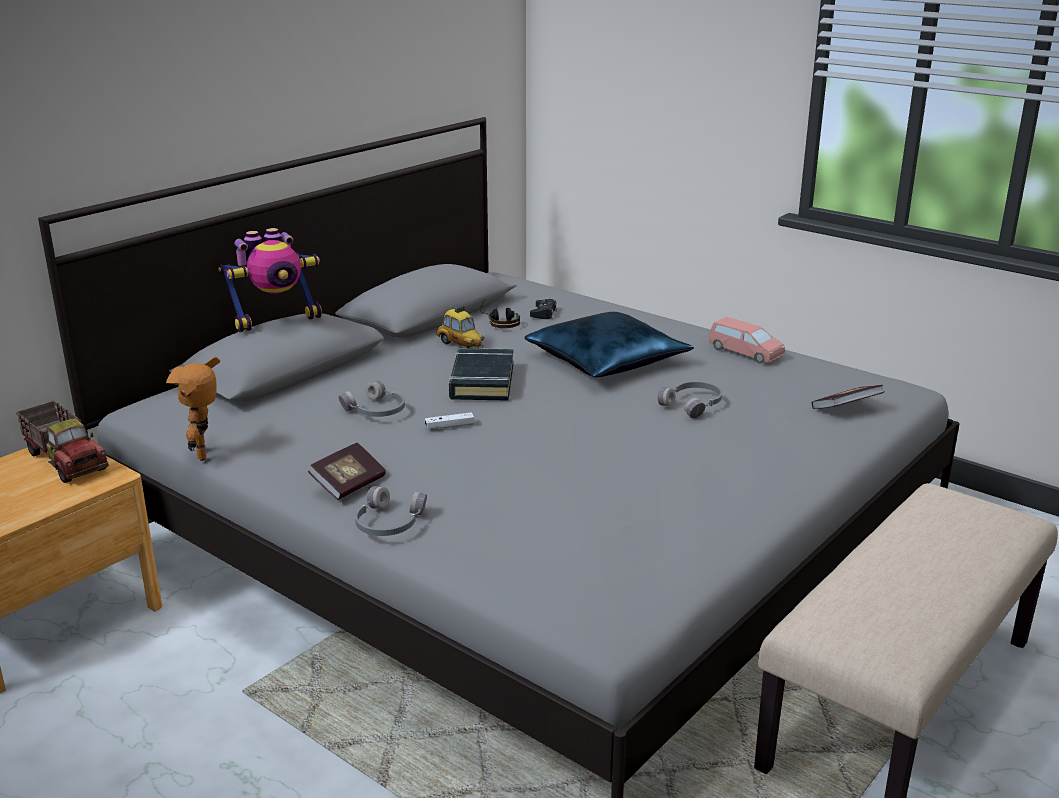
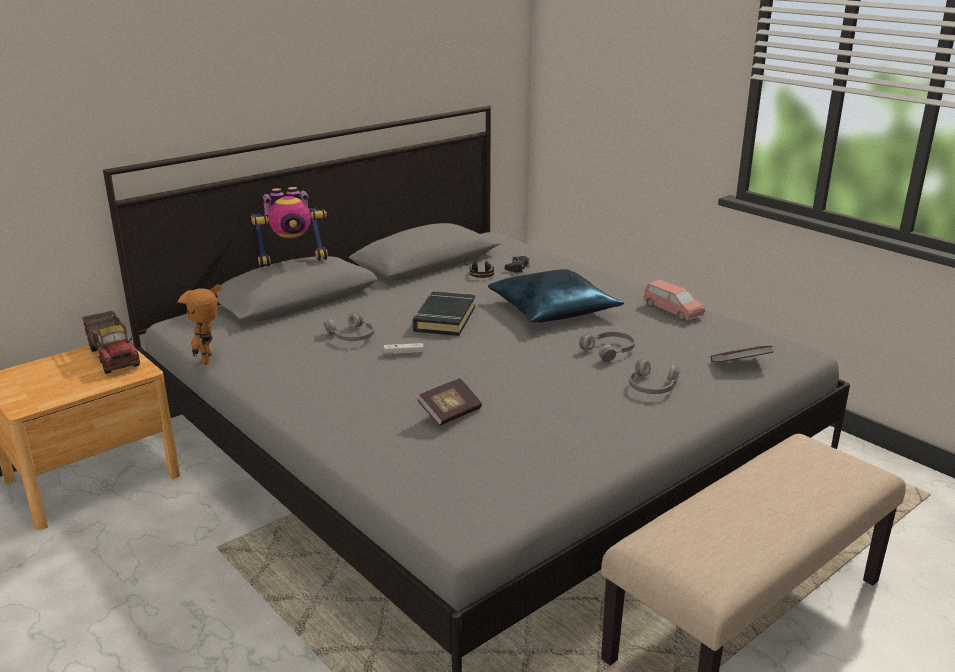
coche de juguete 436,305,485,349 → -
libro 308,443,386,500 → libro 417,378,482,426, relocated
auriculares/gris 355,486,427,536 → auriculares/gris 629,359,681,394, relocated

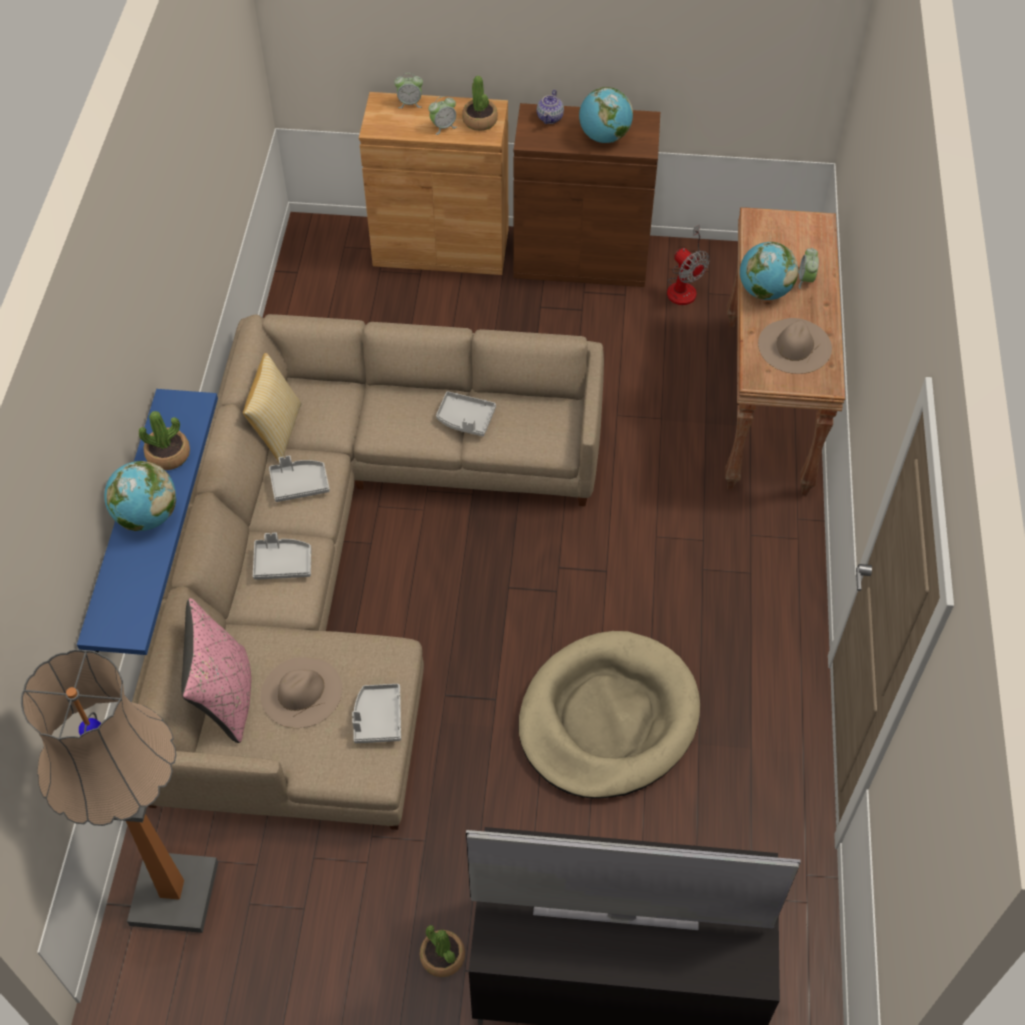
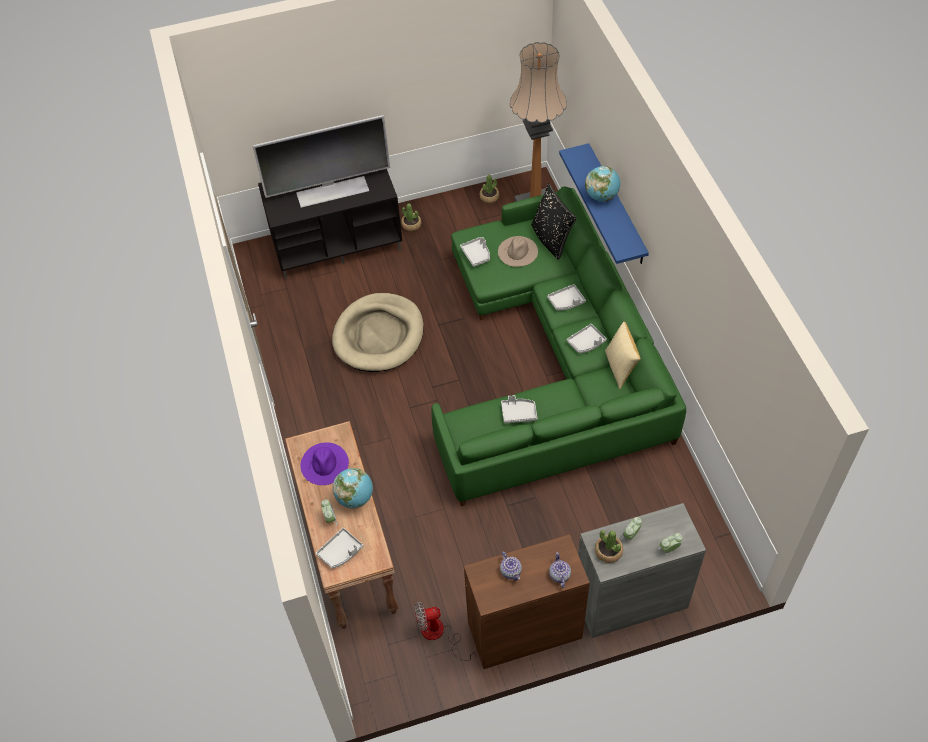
globo terráqueo 579,87,633,143 → tetera 500,552,522,581
armario/marrón 359,92,508,275 → armario/gris 578,503,706,638
ventilador 667,224,710,305 → ventilador 414,602,476,661, 45 degrees counterclockwise
sofá/beis 132,314,604,830 → sofá/verde 431,187,686,506
sombrero/beis 758,318,832,374 → sombrero/morado 300,442,349,485
planta en maceta 139,411,190,470 → planta en maceta 480,175,499,203, relocated
cojín/rosa 181,598,251,743 → cojín/negro 531,183,577,260
- → bandeja/gris 316,528,363,569

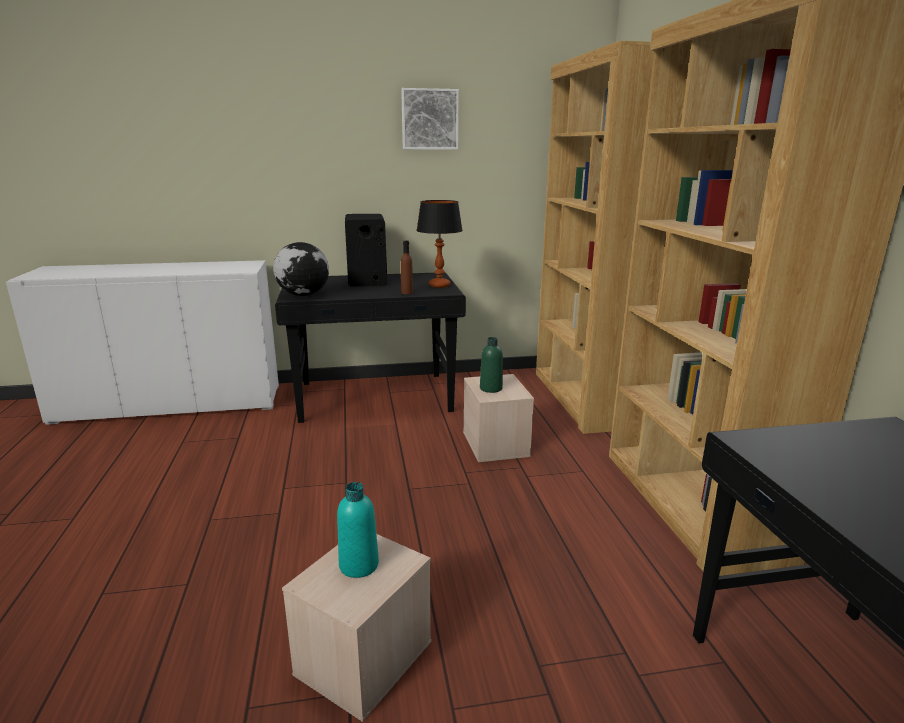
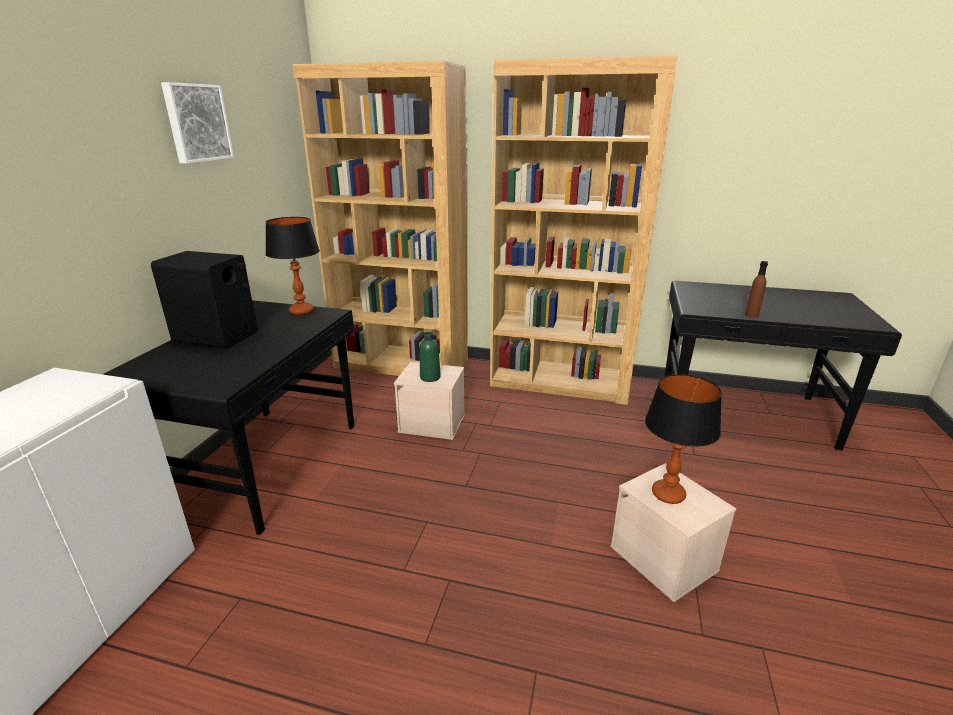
botella/marrón 401,241,413,294 → botella/marrón 745,261,768,318, relocated
globo terráqueo 273,242,329,296 → -
botella/turquesa 337,482,379,578 → lámpara de mesa 645,374,722,504

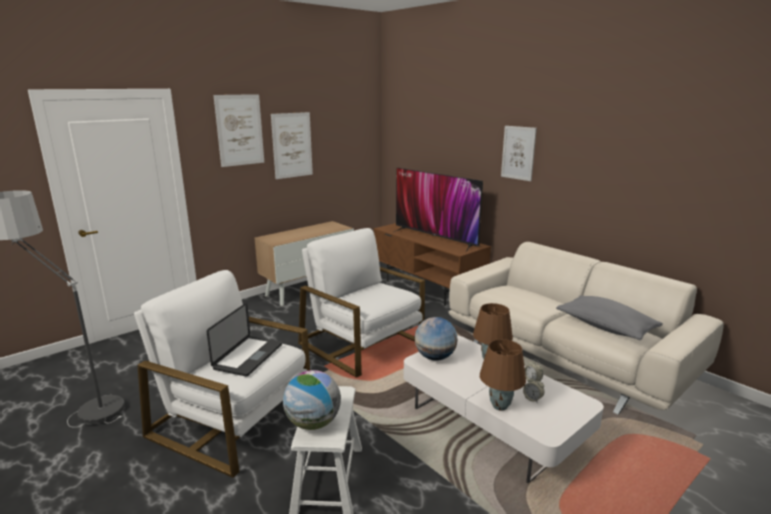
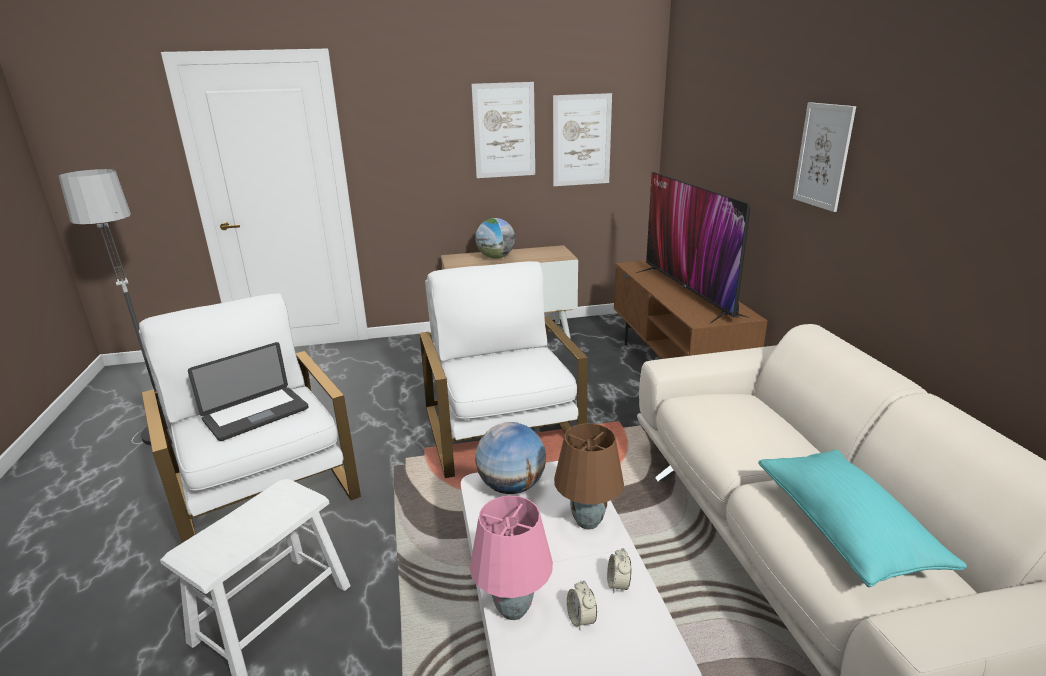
cuadro 214,94,264,167 → cuadro 553,93,612,186, relocated
cojín/gris 556,295,663,340 → cojín/turquesa 758,450,967,587
lámpara de mesa/marrón 480,339,526,411 → lámpara de mesa/rosa 470,496,553,620
globo terráqueo 283,370,341,430 → globo terráqueo 475,218,515,259, relocated

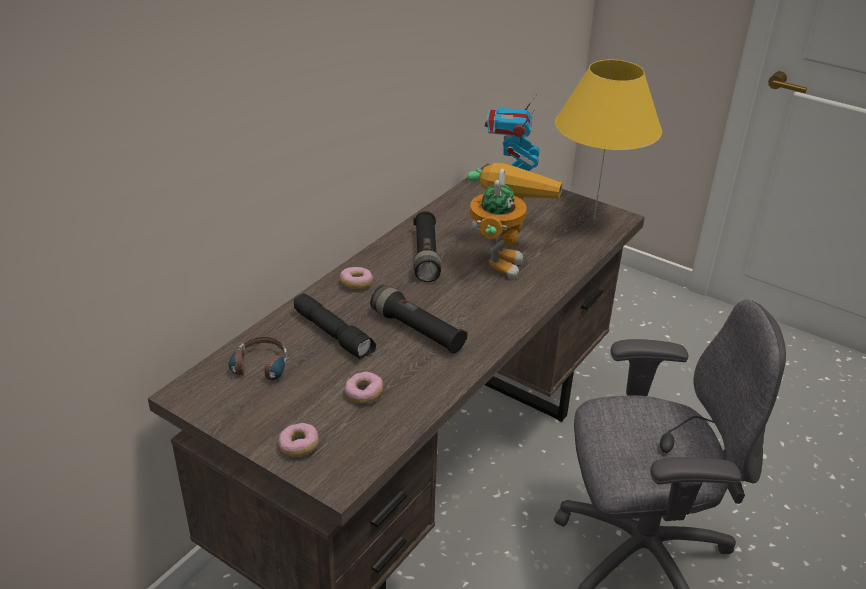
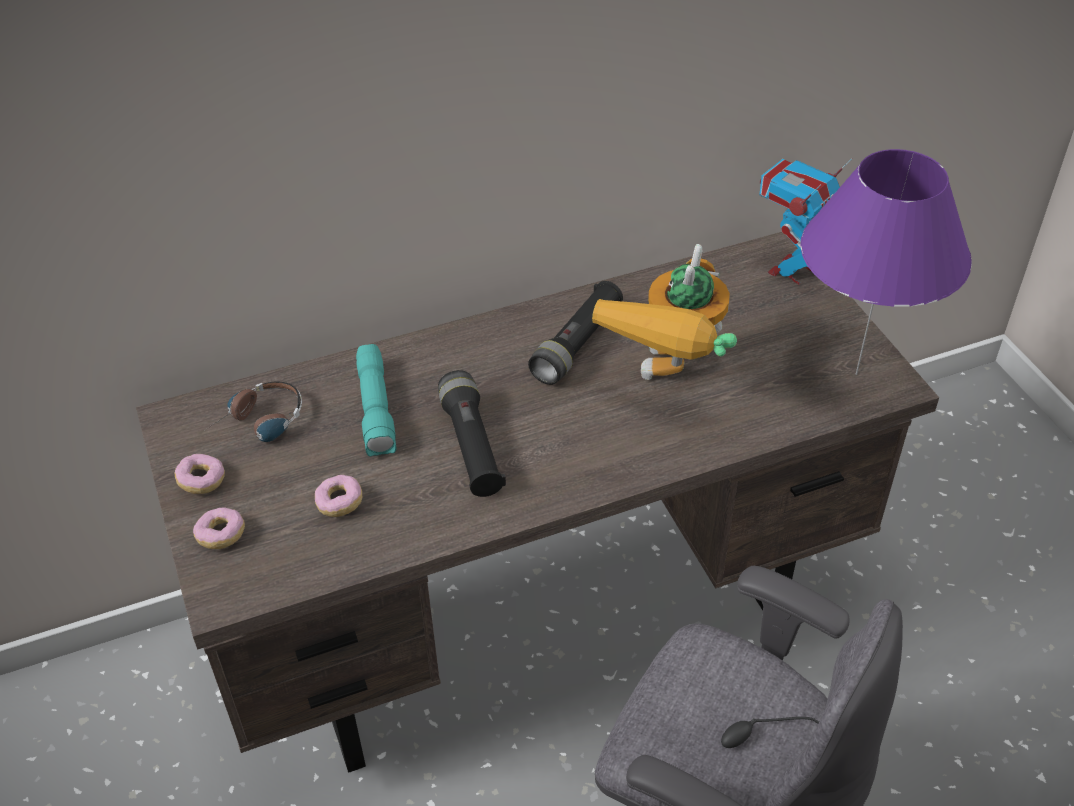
lámpara de mesa/amarillo 555,60,662,220 → lámpara de mesa/morado 800,149,972,375
robot de juguete 467,163,563,280 → robot de juguete 592,244,737,380, 150 degrees clockwise
rosquilla 340,267,373,289 → rosquilla 175,454,225,494, relocated
linterna/negro 294,293,376,359 → linterna/turquesa 356,344,396,457

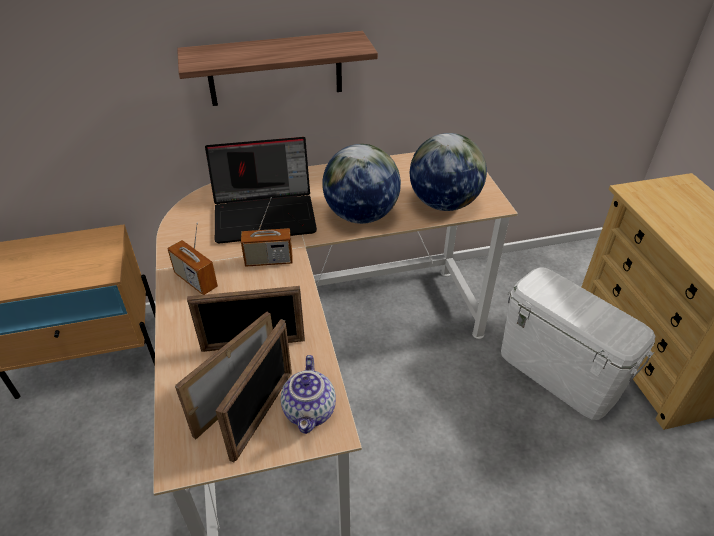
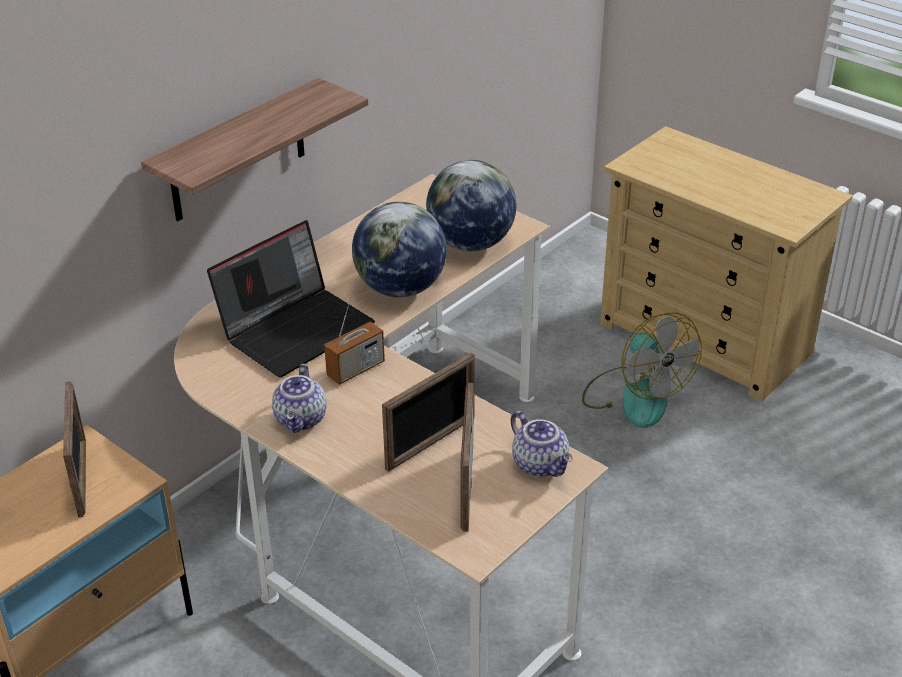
radio 167,223,218,295 → tetera 272,364,327,433
caja de almacenaje/blanco 501,268,656,420 → ventilador 582,313,702,428
portarretratos 215,319,292,462 → portarretratos 63,381,86,518, relocated

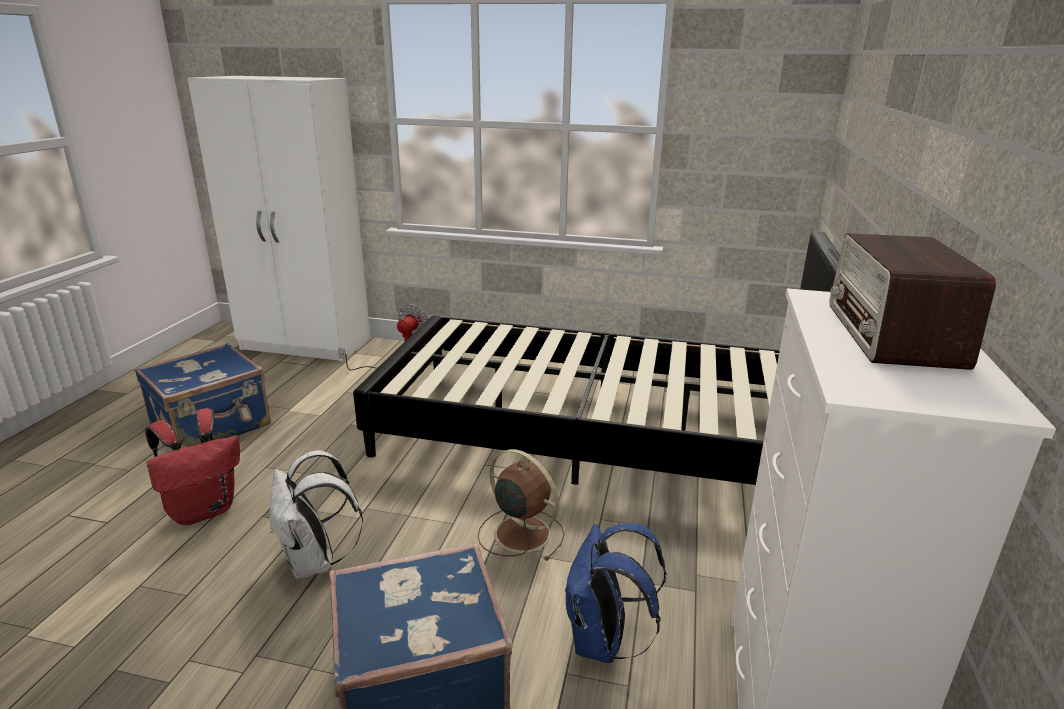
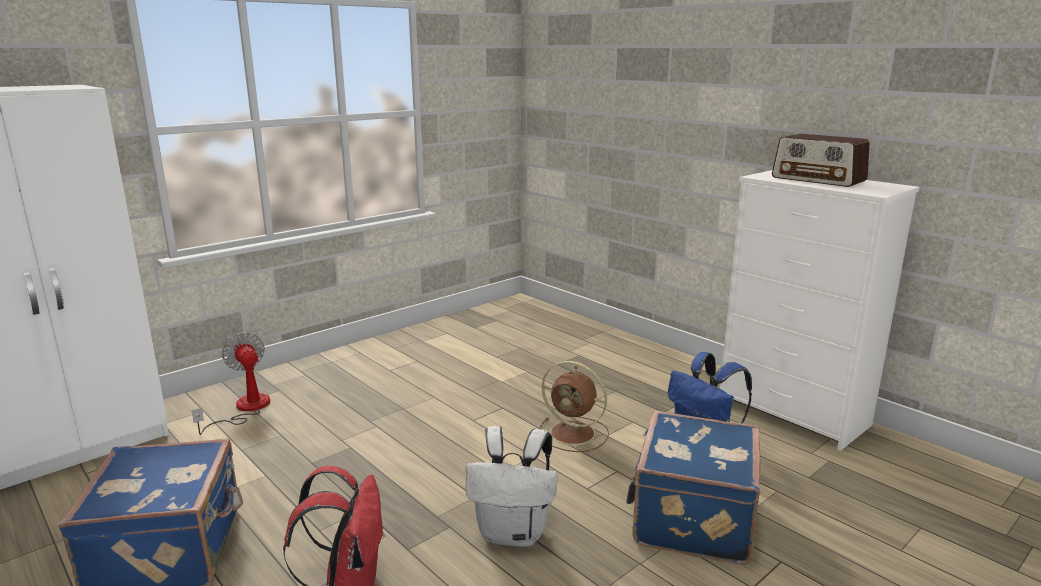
cama/negro 353,231,840,485 → -
ventilador/marrón 478,449,565,561 → ventilador/marrón 539,361,609,452, 135 degrees counterclockwise

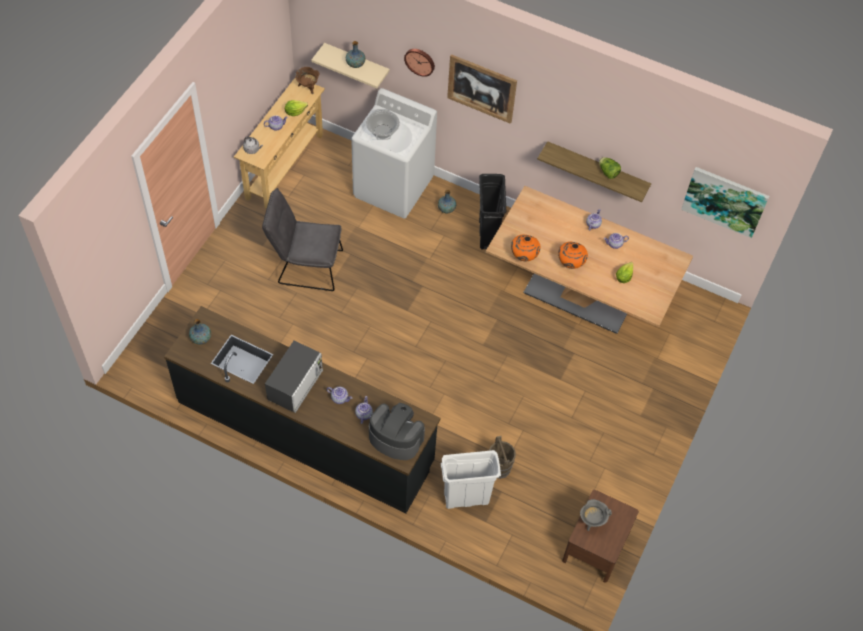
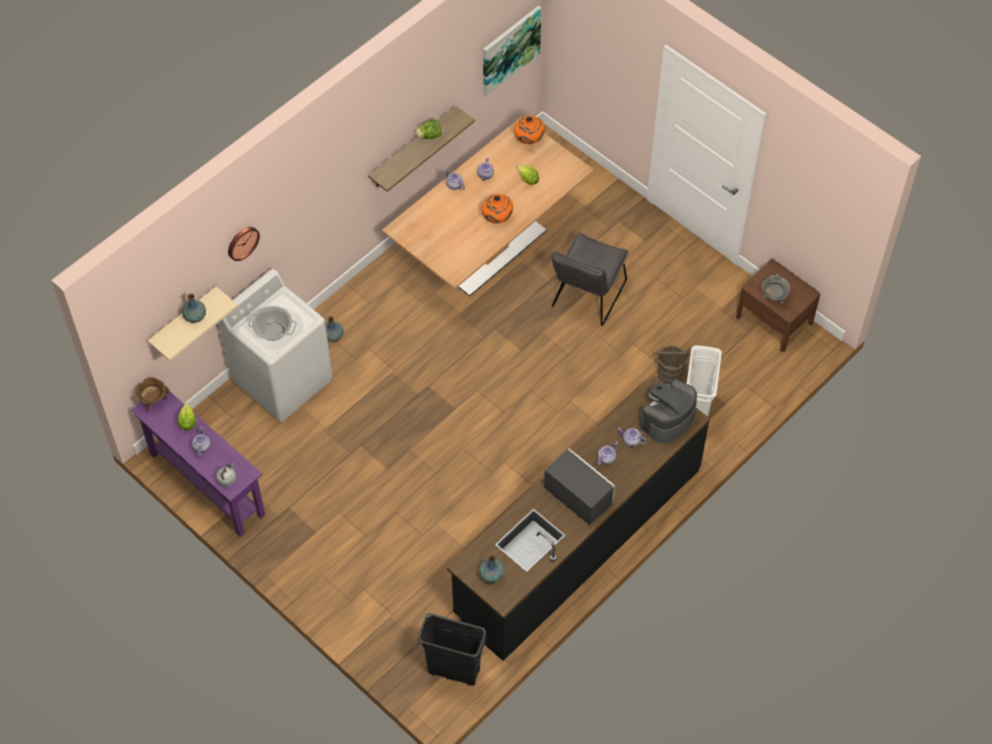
cuadro 447,54,517,124 → -
mesa consola/beis 234,78,325,209 → mesa consola/morado 131,391,265,537
papelera/negro 479,174,506,250 → papelera/negro 418,613,487,686, relocated
silla/gris 262,188,343,291 → silla/gris 551,233,628,326, relocated
florero/naranja 511,235,541,262 → florero/naranja 514,116,545,144, relocated

